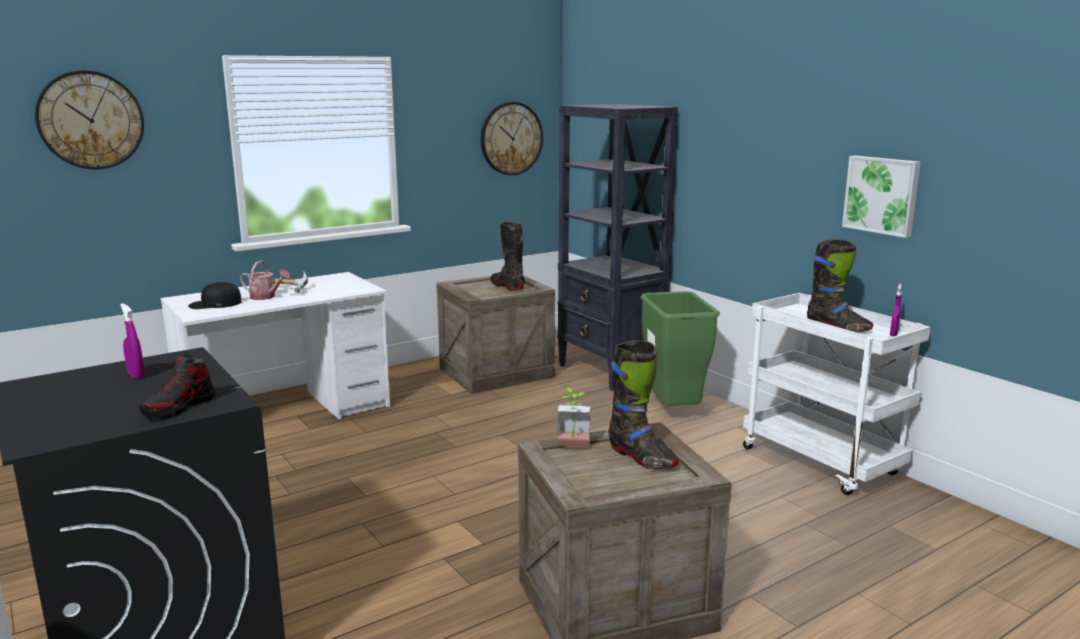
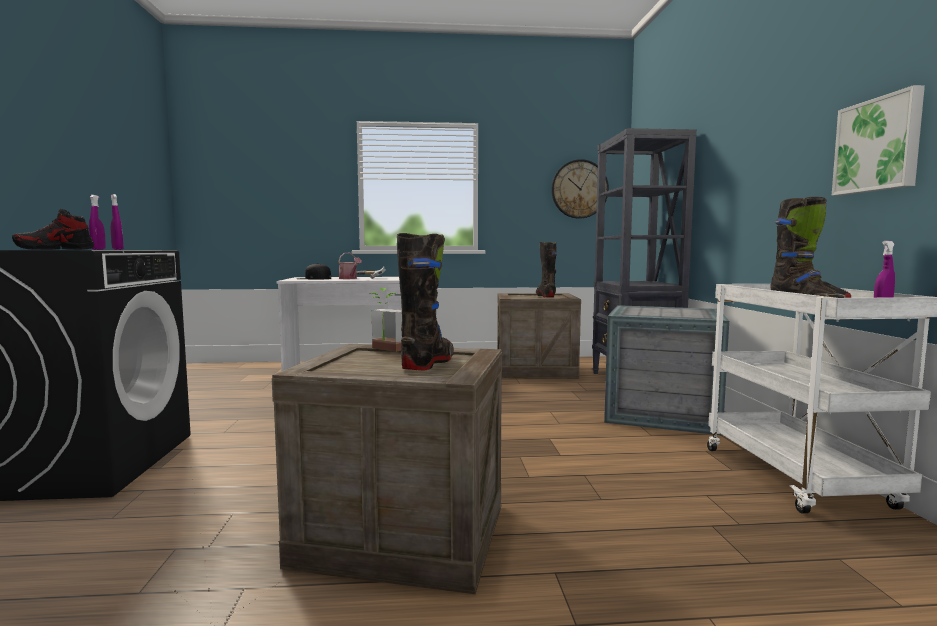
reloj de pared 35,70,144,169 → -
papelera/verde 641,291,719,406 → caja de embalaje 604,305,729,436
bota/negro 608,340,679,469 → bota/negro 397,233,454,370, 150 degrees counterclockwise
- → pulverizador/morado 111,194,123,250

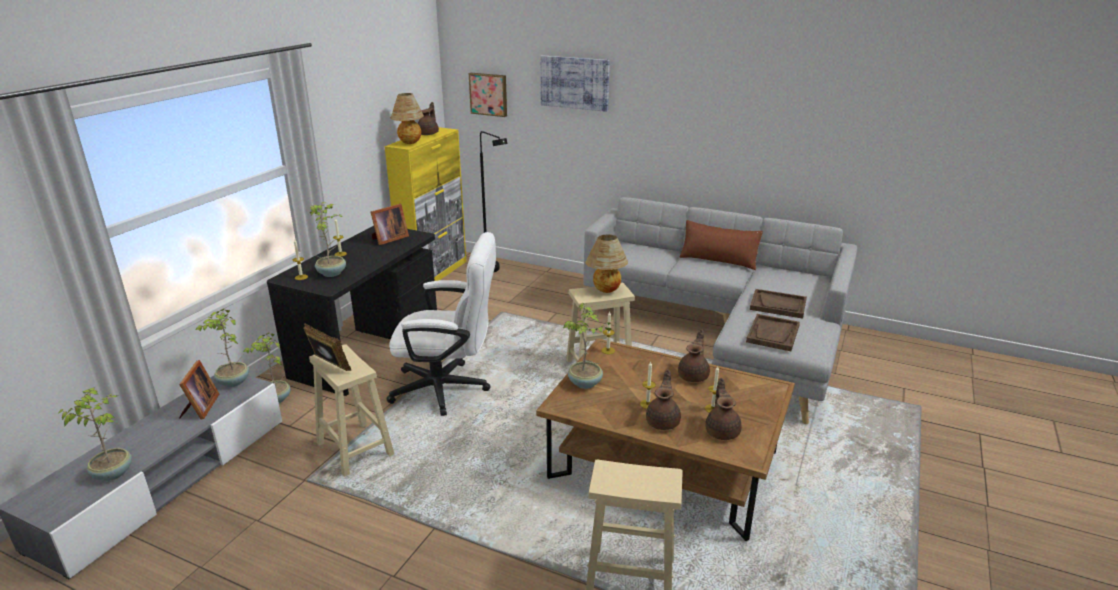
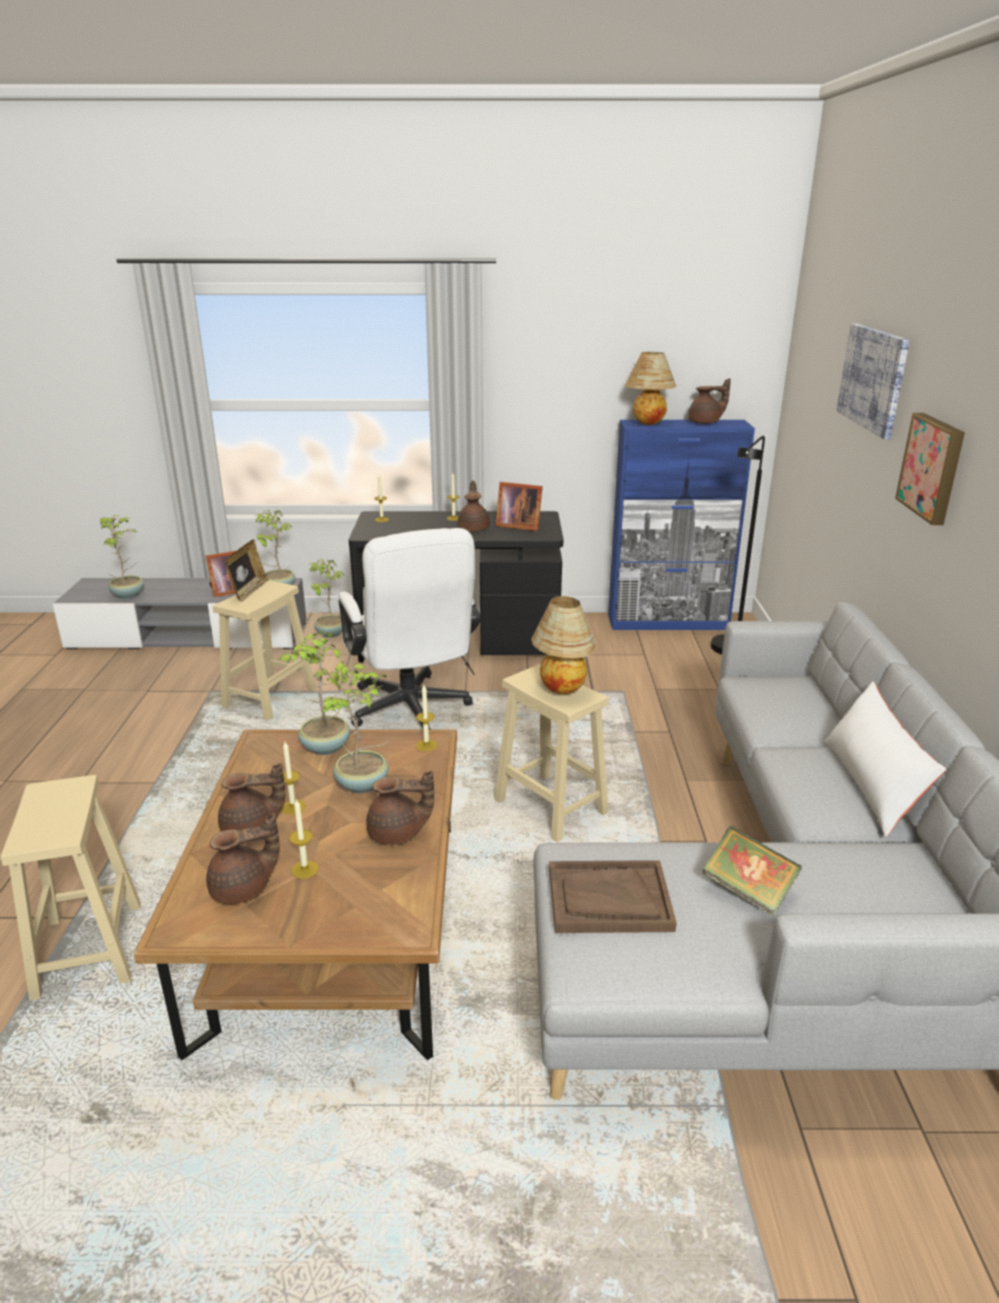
cuadro 469,73,507,117 → cuadro 895,413,965,525, relocated
armario/amarillo 384,127,467,281 → armario/azul 608,420,755,630
planta en maceta 310,202,346,277 → planta en maceta 320,661,390,793, relocated
cojín/marrón 679,220,763,270 → cojín/blanco 824,682,946,837
bandeja/marrón 750,289,807,319 → libro 702,826,802,917
- → tetera/marrón 458,481,490,532

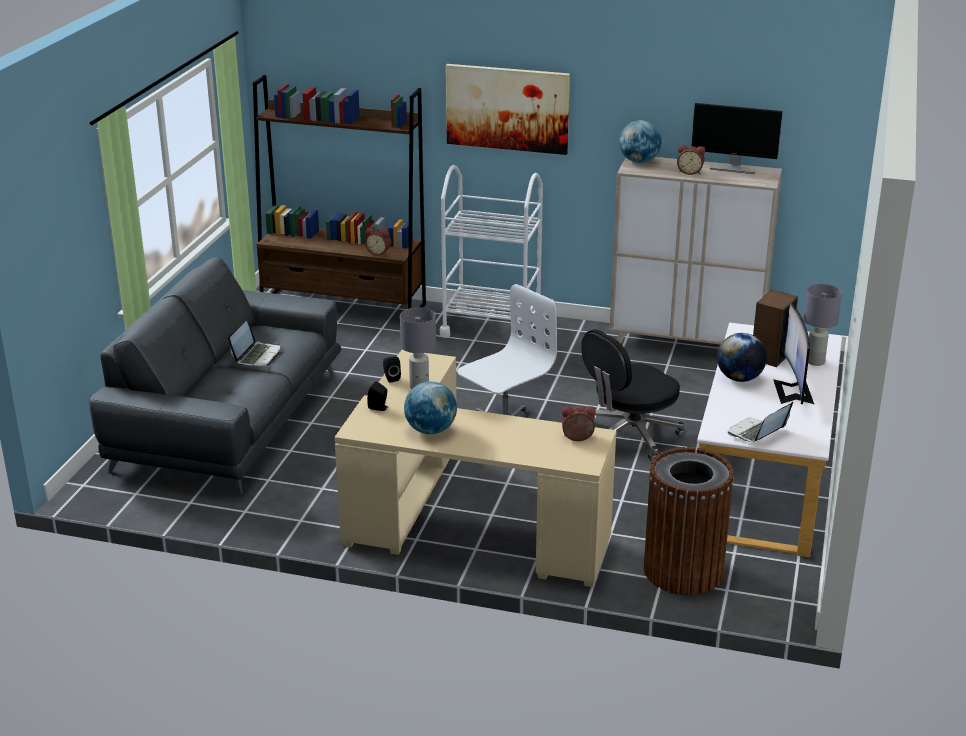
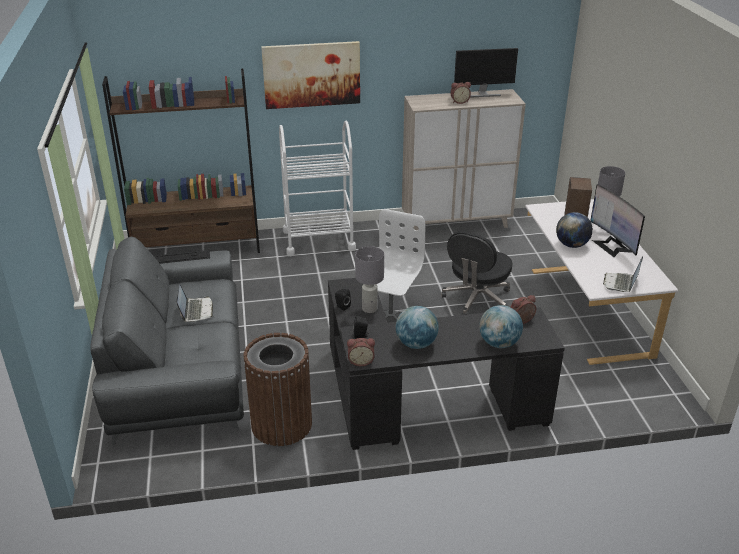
globo terráqueo 619,120,662,163 → globo terráqueo 479,305,523,348, relocated
despertador 365,227,391,255 → despertador 347,338,375,366, relocated
escritorio/beis 334,350,617,587 → escritorio/negro 328,278,564,450
papelera/marrón 644,447,734,595 → papelera/marrón 243,333,312,446, relocated
- → teclado 155,250,210,264

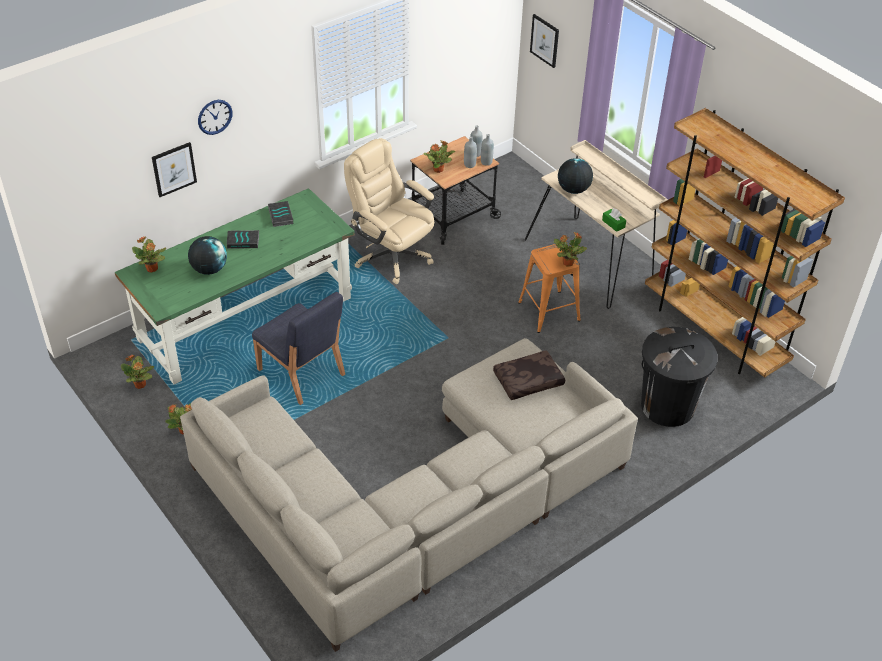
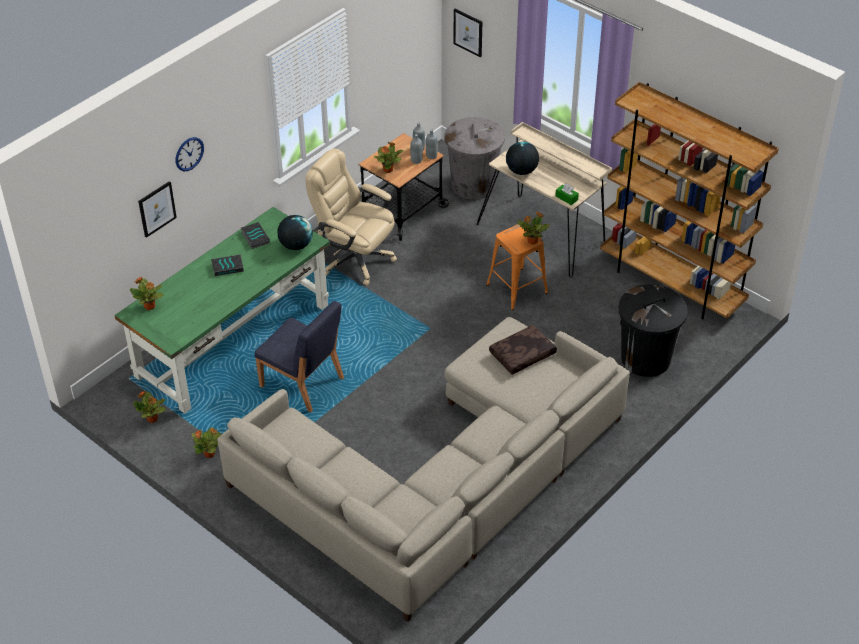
globo terráqueo 188,236,227,275 → globo terráqueo 277,215,313,250, relocated
- → papelera/gris 445,117,505,200

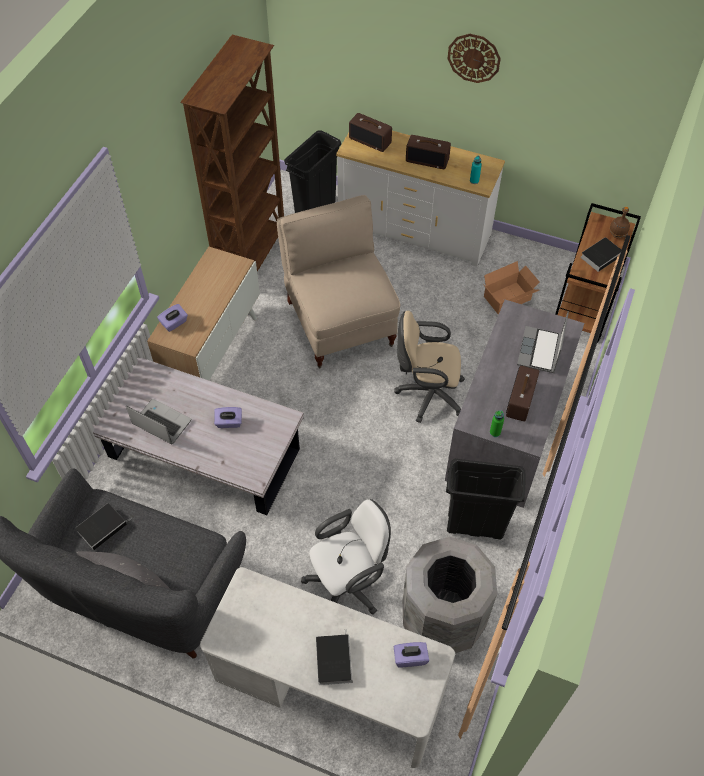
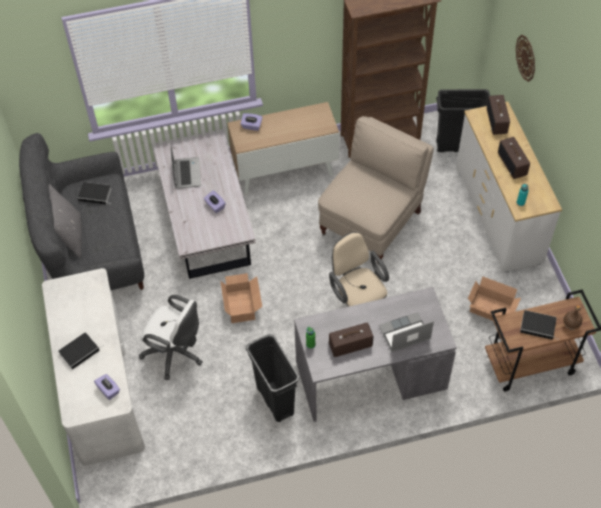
reloj de pared 448,34,501,83 → reloj de pared 516,35,535,82, relocated
papelera/gris 403,537,497,653 → -
- → caja de cartón 220,273,262,323

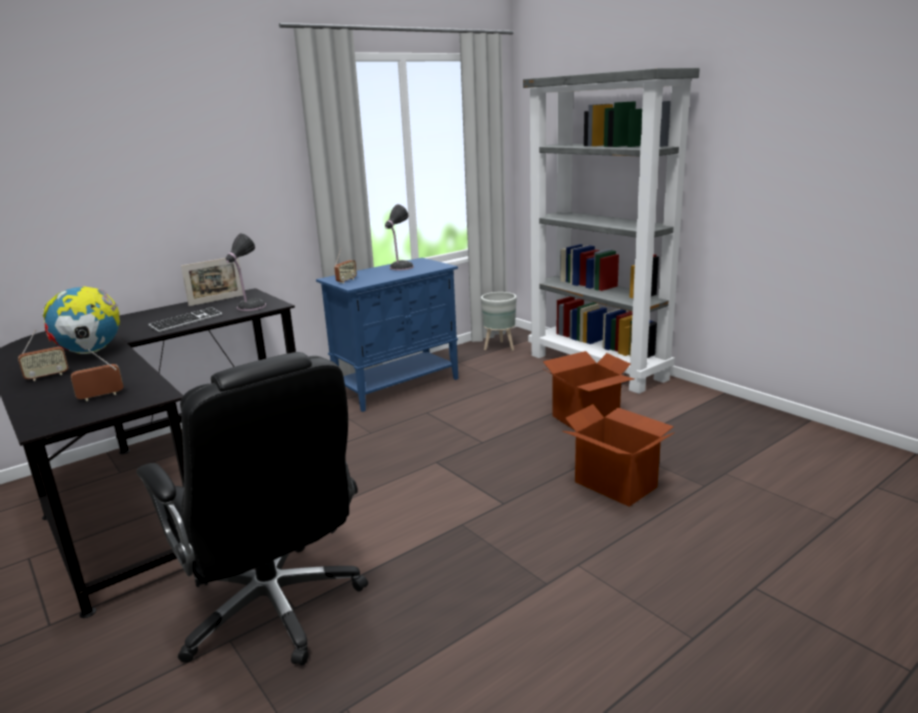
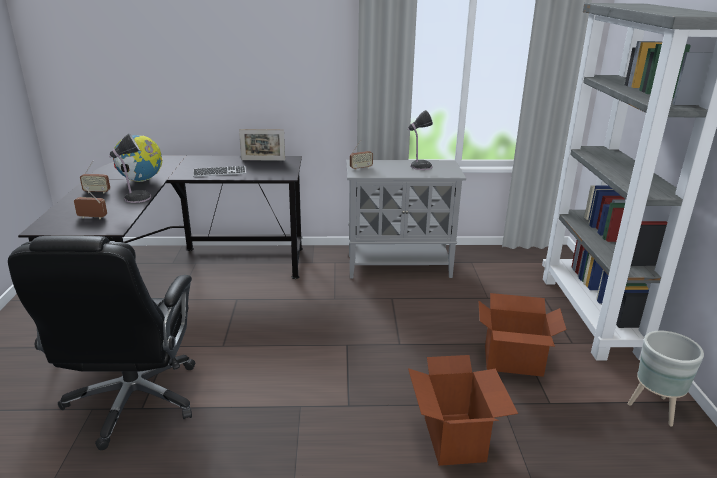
lámpara de mesa 226,233,266,311 → lámpara de mesa 109,133,151,203, relocated
armario/azul 316,258,458,412 → armario/gris 346,160,466,278
maceta/gris 481,292,517,351 → maceta/gris 628,331,704,427, relocated

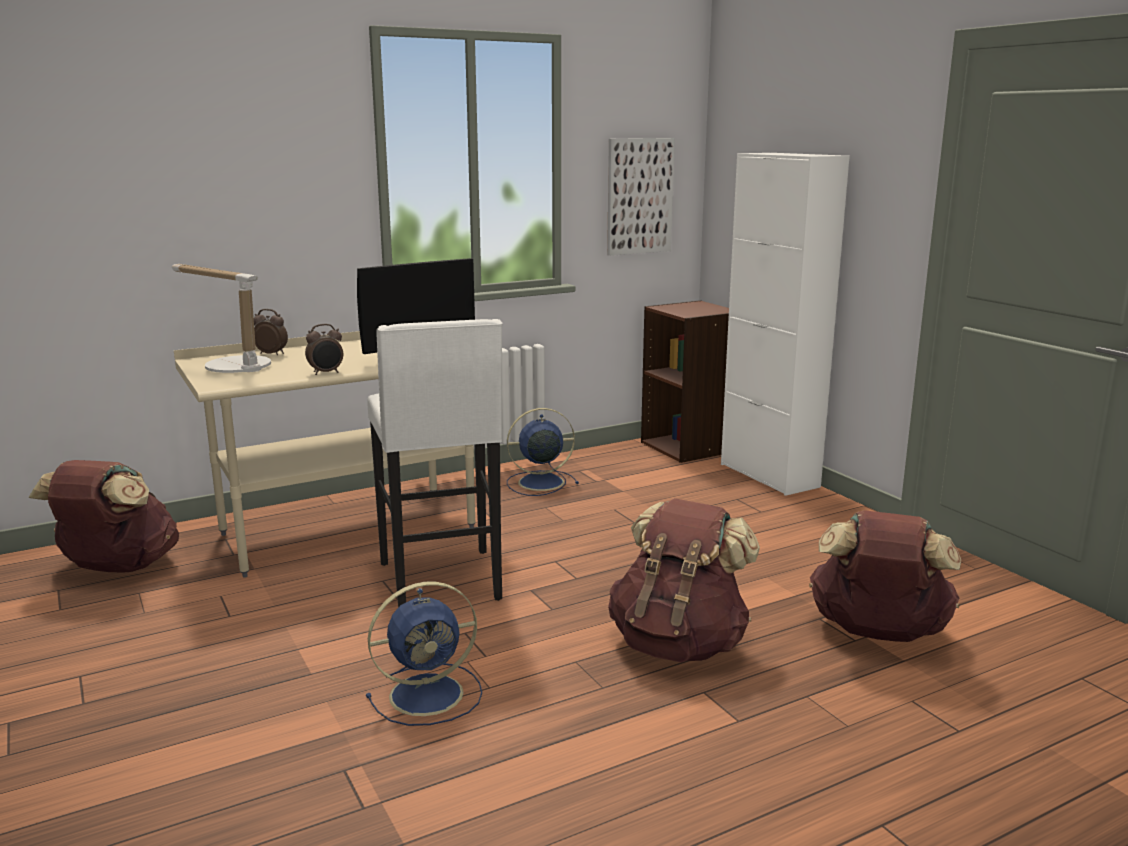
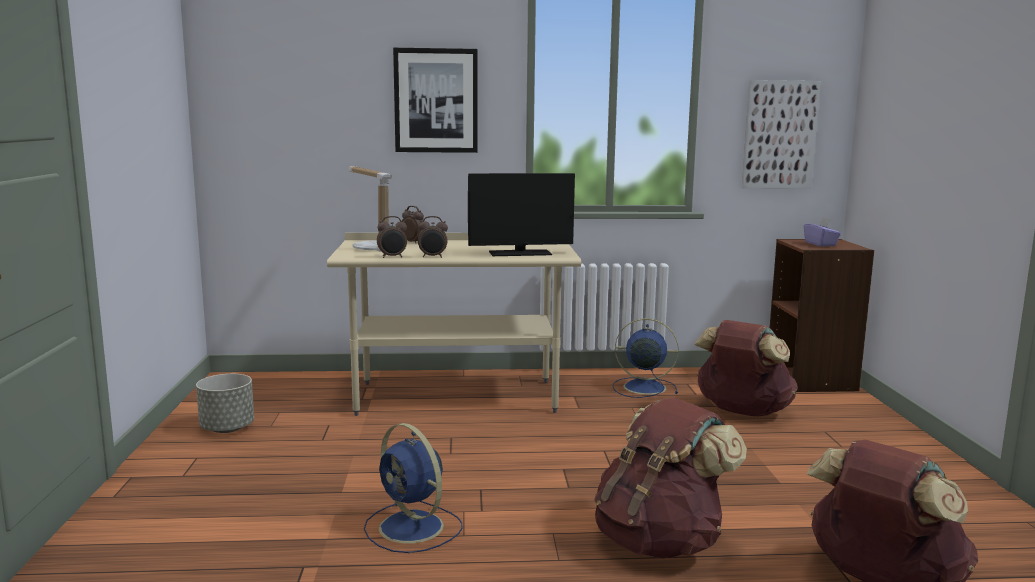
armario/blanco 721,153,850,496 → -
taburete/blanco 367,319,503,607 → -
mochila/marrón 29,460,179,573 → mochila/marrón 694,320,798,416, relocated
ventilador/azul 366,582,482,726 → ventilador/azul 364,423,463,553, 45 degrees clockwise
- → cuadro 393,48,478,153
- → despertador 377,216,407,258
- → caja de pañuelos/morado 804,217,841,246
- → maceta/gris 196,374,254,433

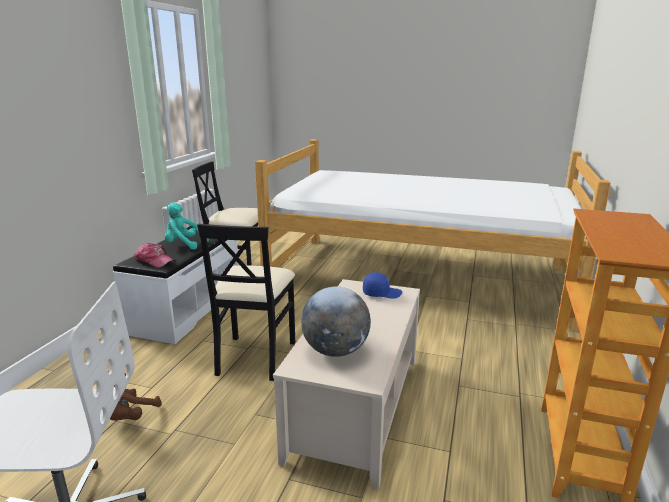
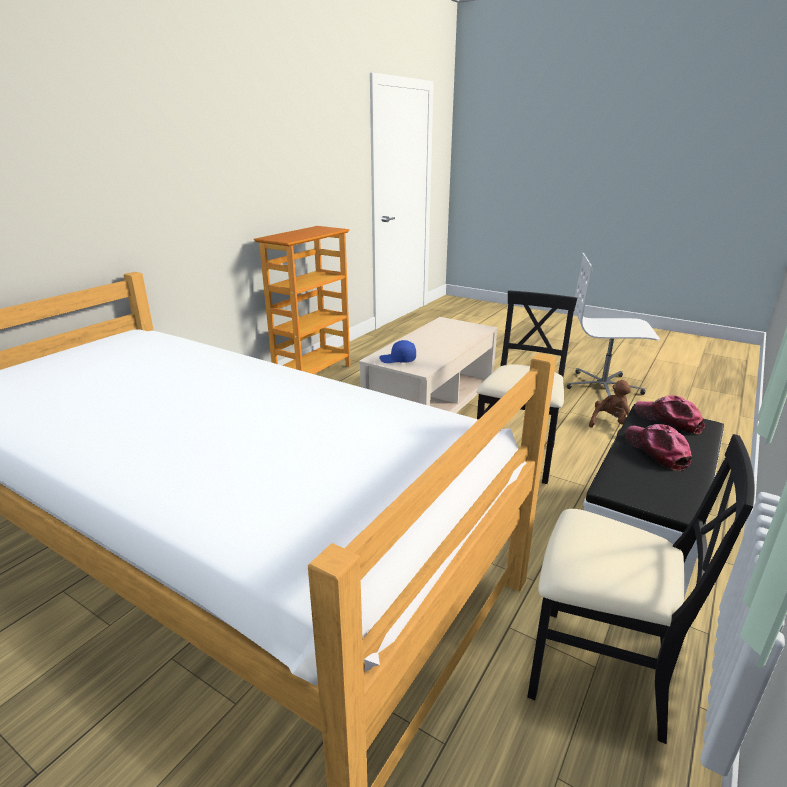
peluche/turquesa 165,202,209,250 → gorra 625,424,692,471
globo terráqueo 301,287,371,357 → -

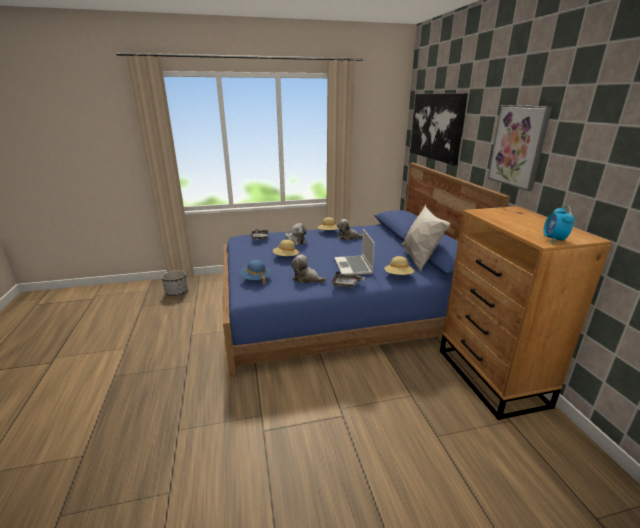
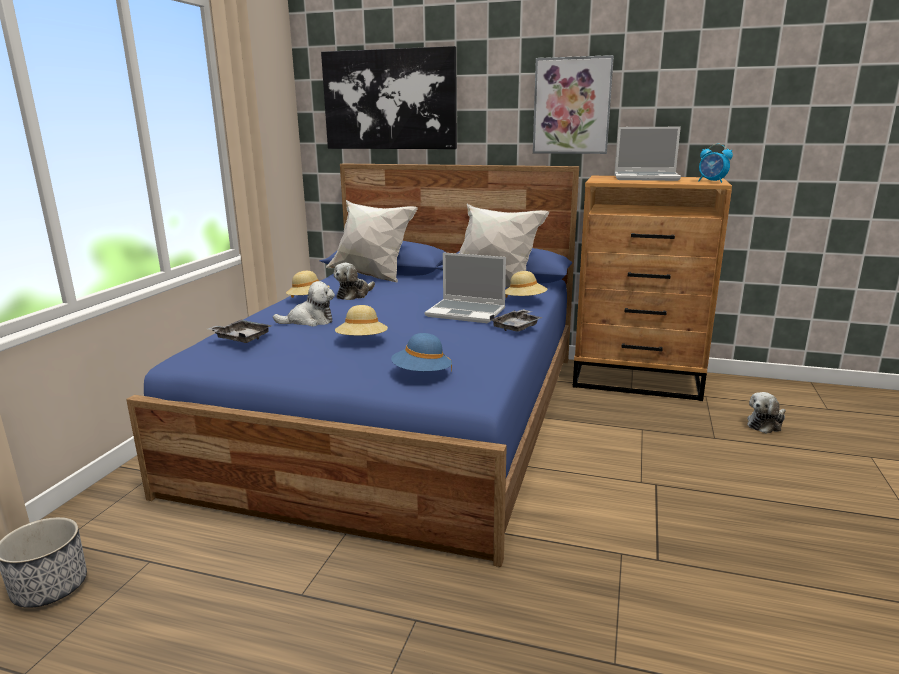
peluche 291,255,326,283 → peluche 747,392,786,434, relocated
- → portátil 615,127,681,181
- → cojín/blanco 326,200,418,282

